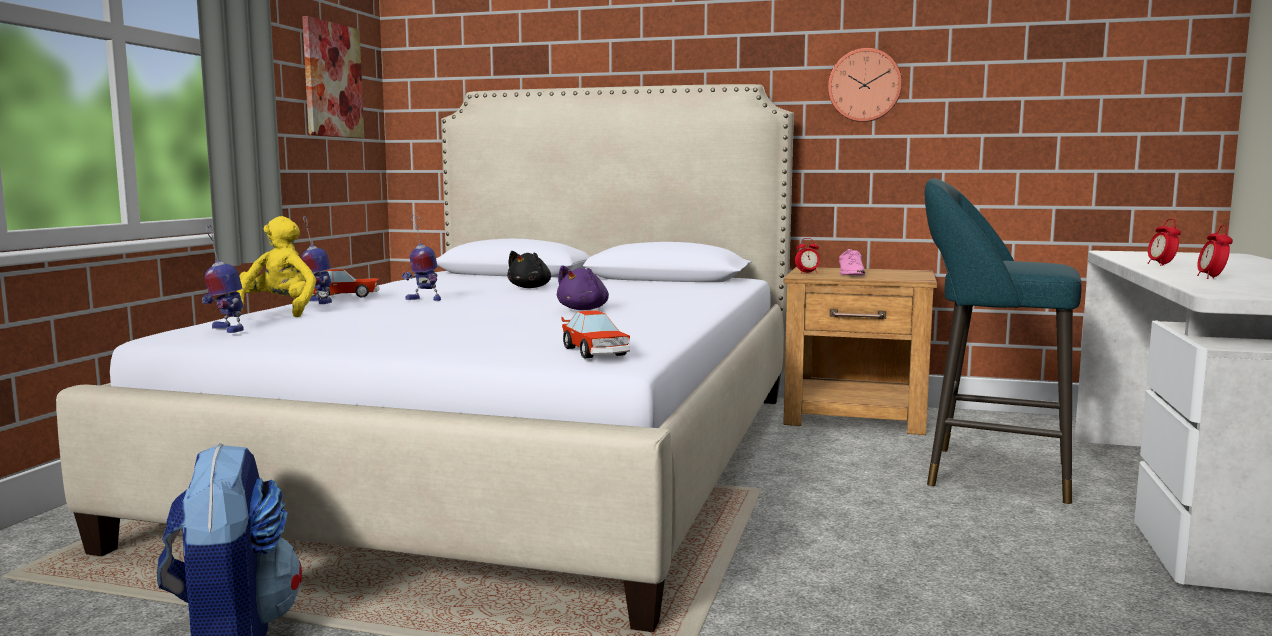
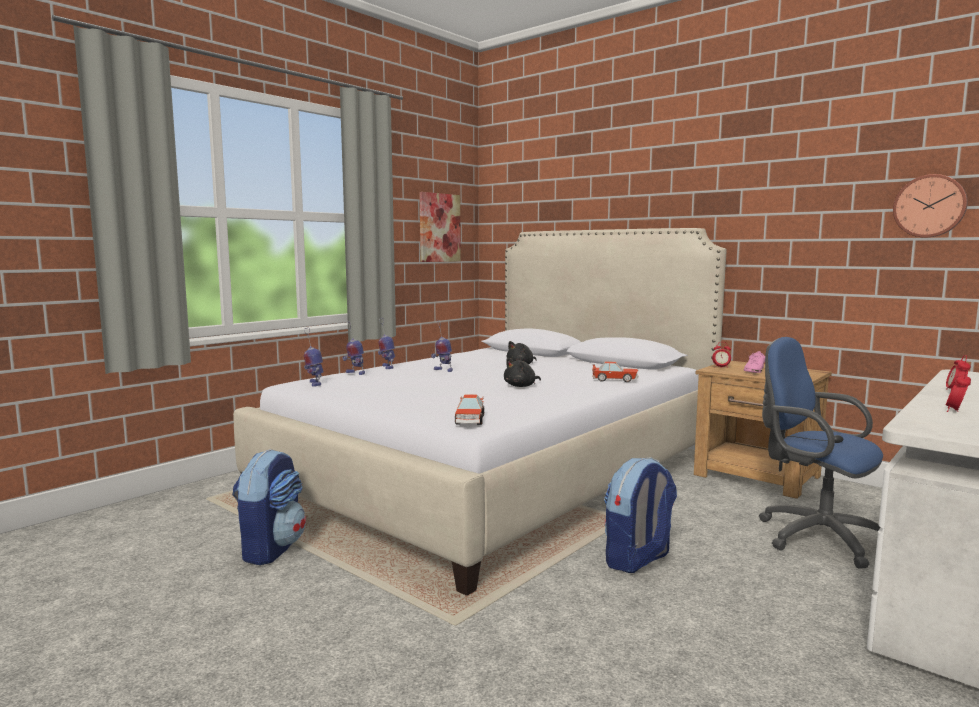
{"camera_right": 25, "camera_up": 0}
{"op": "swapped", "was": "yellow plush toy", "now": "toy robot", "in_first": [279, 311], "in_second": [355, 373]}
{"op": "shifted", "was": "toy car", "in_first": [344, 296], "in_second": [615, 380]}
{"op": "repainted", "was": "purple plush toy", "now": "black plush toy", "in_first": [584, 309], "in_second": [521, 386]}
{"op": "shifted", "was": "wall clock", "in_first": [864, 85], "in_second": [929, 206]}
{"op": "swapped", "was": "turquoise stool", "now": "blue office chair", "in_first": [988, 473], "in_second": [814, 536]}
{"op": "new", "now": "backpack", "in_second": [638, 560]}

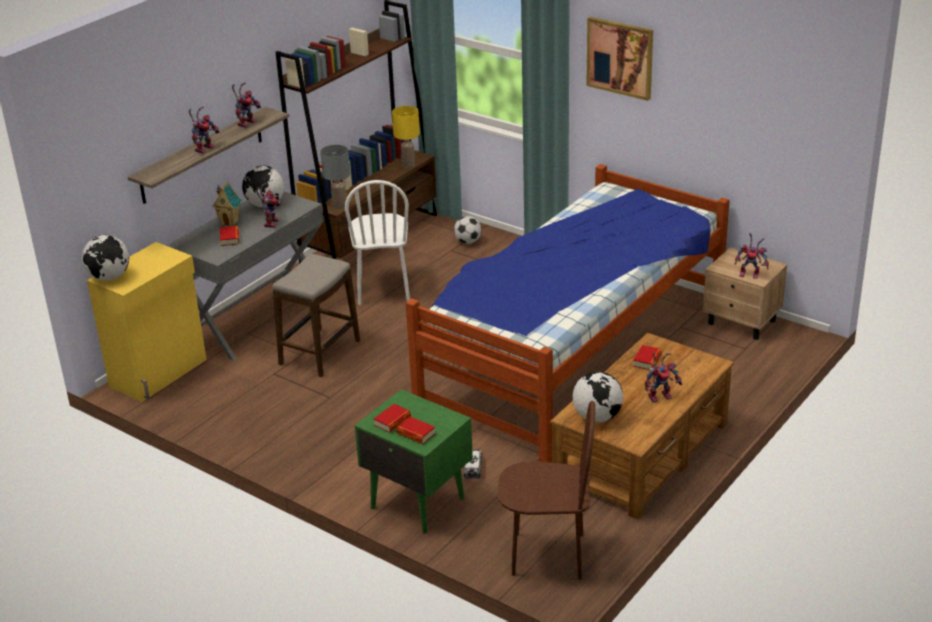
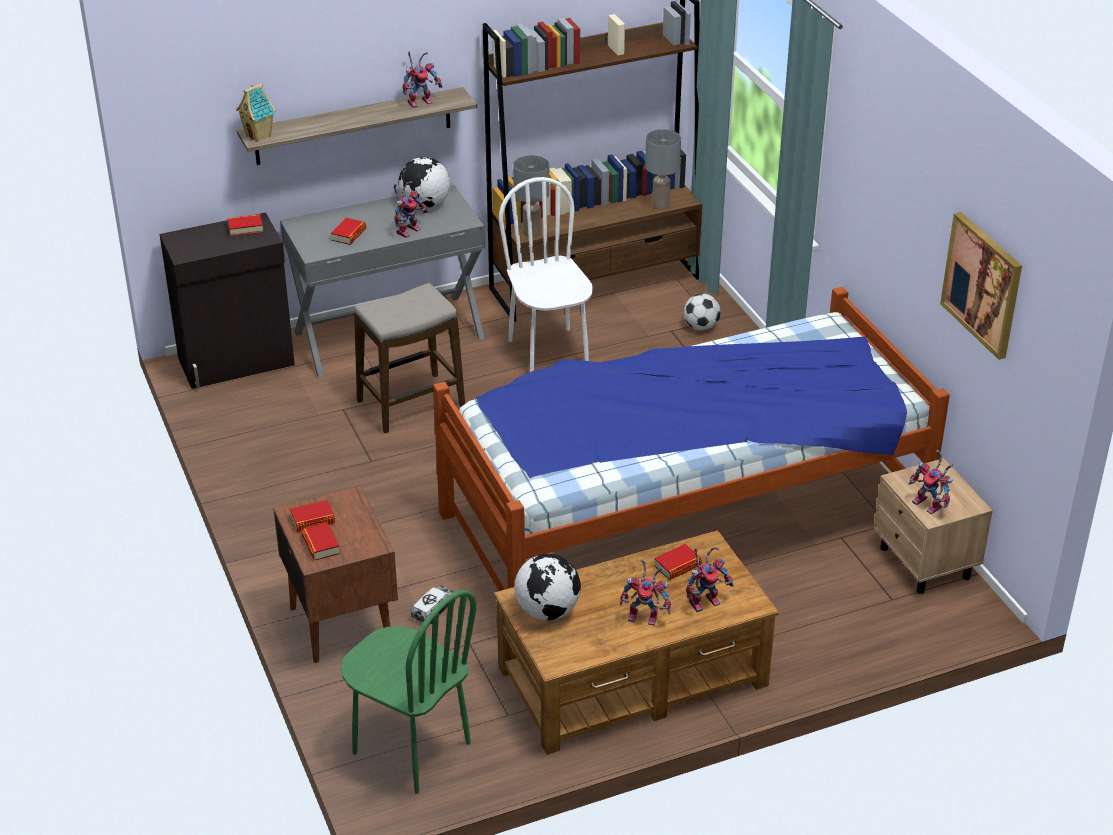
{"camera_right": 30, "camera_up": 5}
{"op": "gone", "was": "globe", "in_first": [109, 277]}
{"op": "repainted", "was": "yellow cabinet", "now": "black cabinet", "in_first": [160, 373], "in_second": [237, 362]}
{"op": "shifted", "was": "toy robot", "in_first": [204, 148], "in_second": [705, 600]}
{"op": "shifted", "was": "toy house", "in_first": [230, 222], "in_second": [259, 136]}
{"op": "rotated", "was": "white chair", "in_first": [383, 289], "in_second": [549, 352], "clockwise": 135}
{"op": "repainted", "was": "green nightstand", "now": "brown nightstand", "in_first": [417, 502], "in_second": [341, 622]}
{"op": "repainted", "was": "yellow table lamp", "now": "grey table lamp", "in_first": [408, 164], "in_second": [661, 205]}
{"op": "repainted", "was": "brown chair", "now": "green chair", "in_first": [548, 555], "in_second": [411, 748]}
{"op": "shifted", "was": "picture", "in_first": [620, 57], "in_second": [983, 284]}
{"op": "new", "now": "book", "in_second": [245, 228]}

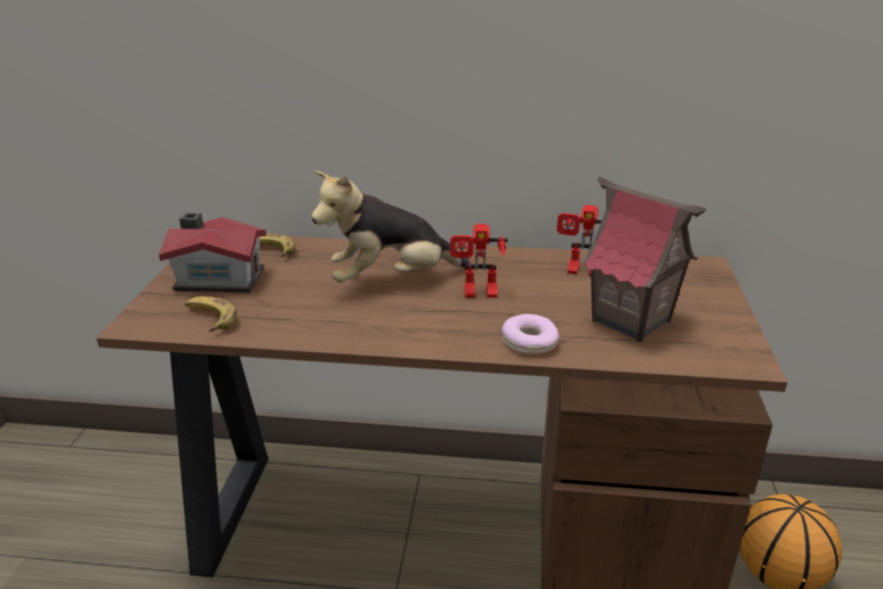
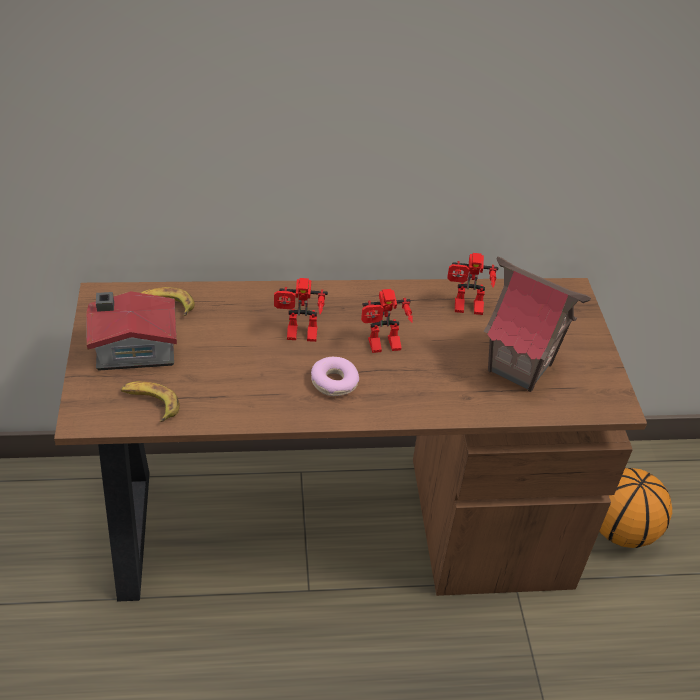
{"camera_right": -15, "camera_up": 15}
{"op": "swapped", "was": "plush toy", "now": "toy robot", "in_first": [391, 280], "in_second": [299, 336]}
{"op": "shifted", "was": "donut", "in_first": [529, 343], "in_second": [334, 382]}

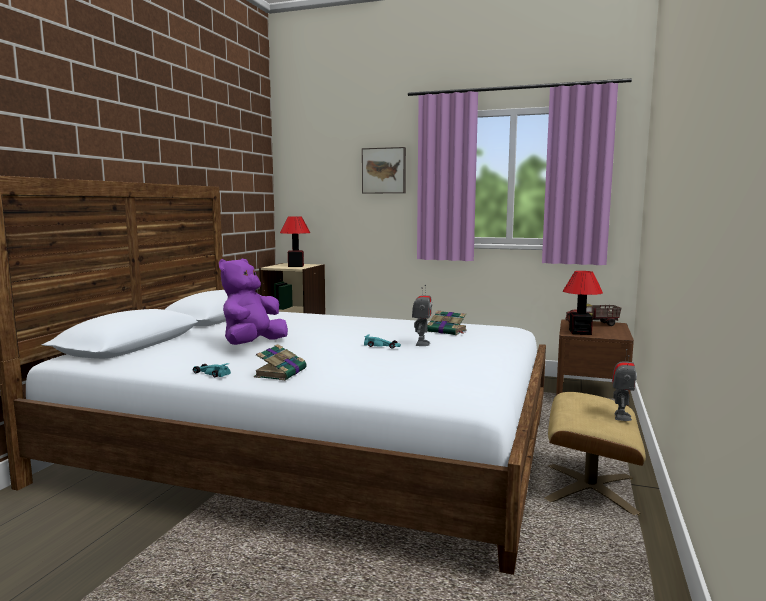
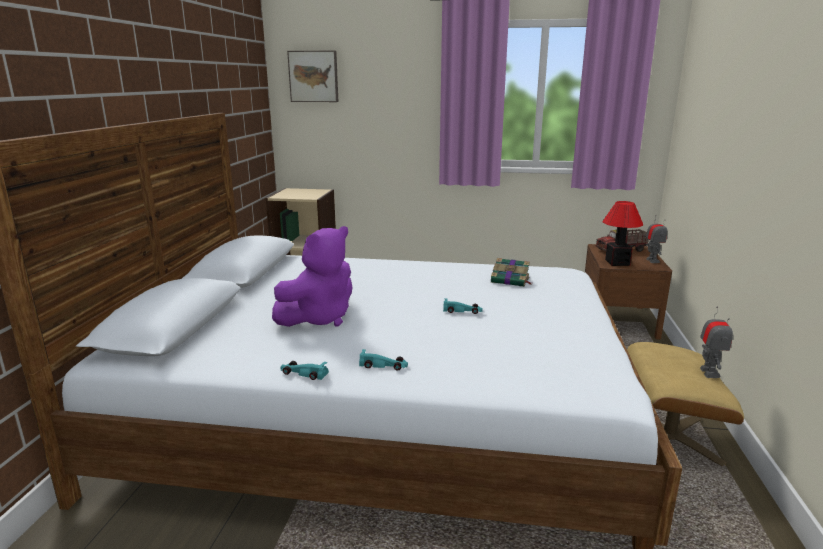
{"camera_right": -10, "camera_up": 10}
{"op": "rotated", "was": "purple plush toy", "in_first": [252, 345], "in_second": [319, 318], "clockwise": -150}
{"op": "swapped", "was": "book", "now": "turquoise toy car", "in_first": [281, 372], "in_second": [384, 365]}
{"op": "gone", "was": "table lamp", "in_first": [295, 266]}
{"op": "shifted", "was": "picture", "in_first": [384, 170], "in_second": [314, 76]}
{"op": "shifted", "was": "toy robot", "in_first": [421, 344], "in_second": [652, 261]}

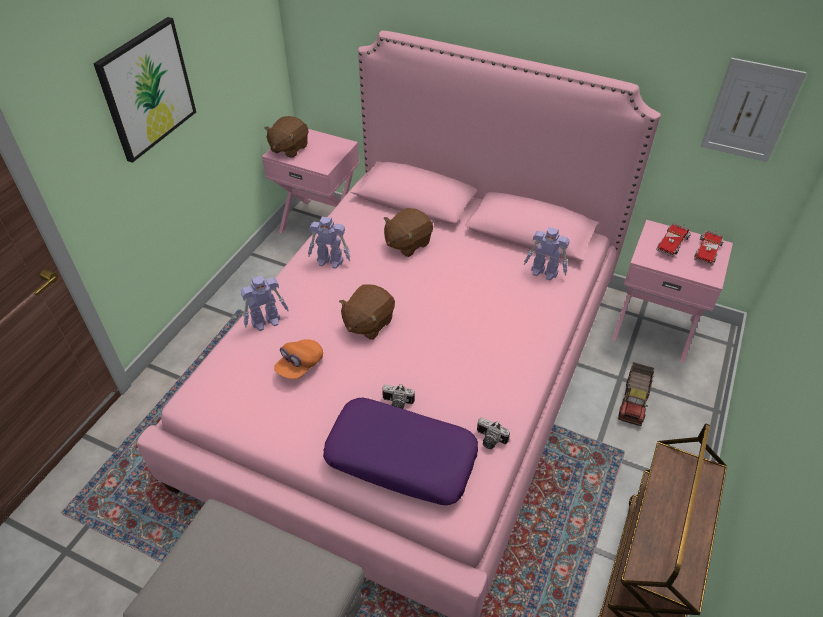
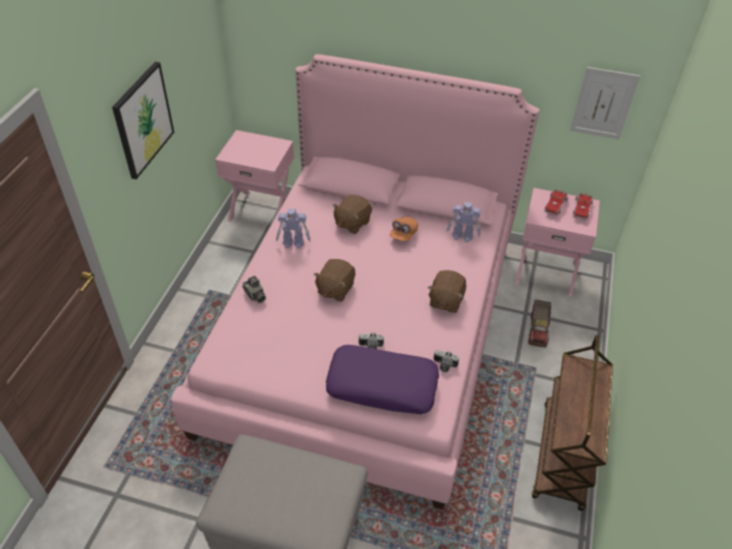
{"camera_right": -10, "camera_up": 0}
{"op": "swapped", "was": "toy robot", "now": "photo camera", "in_first": [267, 321], "in_second": [255, 295]}
{"op": "shifted", "was": "brown plush toy", "in_first": [289, 148], "in_second": [445, 300]}
{"op": "shifted", "was": "orange cap", "in_first": [300, 365], "in_second": [403, 234]}

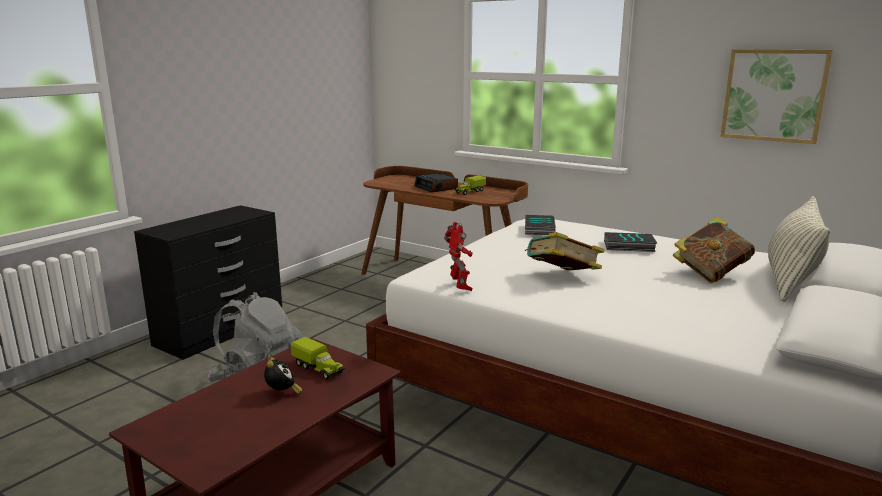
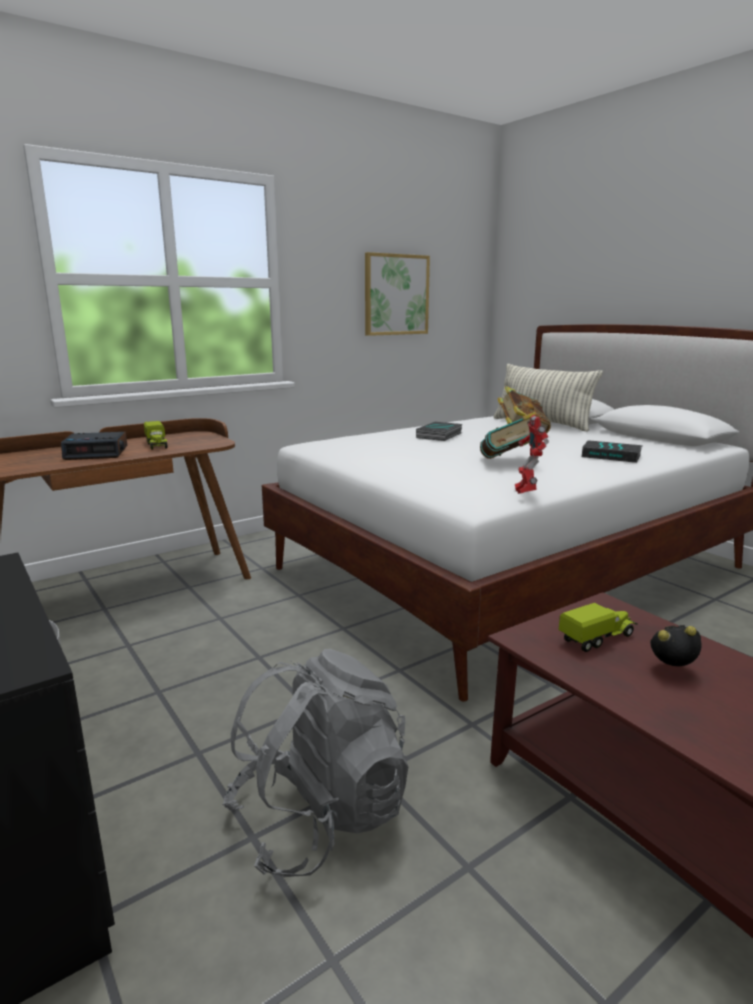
{"camera_right": -70, "camera_up": 0}
{"op": "rotated", "was": "toy robot", "in_first": [460, 287], "in_second": [525, 493], "clockwise": -90}
{"op": "shifted", "was": "book", "in_first": [540, 229], "in_second": [612, 456]}

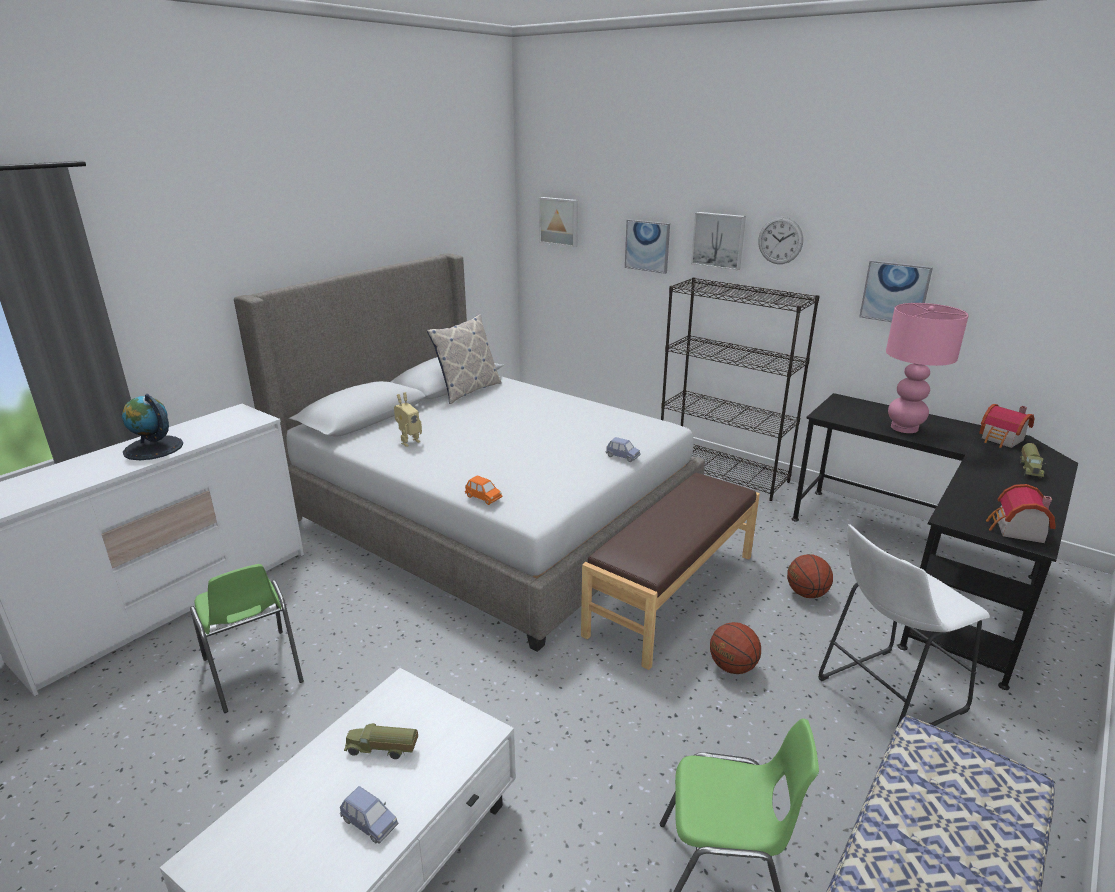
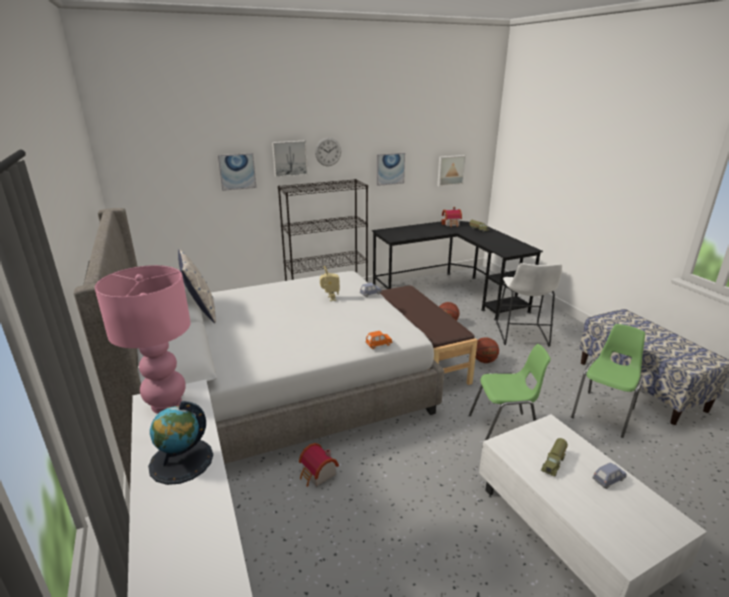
{"camera_right": -60, "camera_up": 0}
{"op": "shifted", "was": "green chair", "in_first": [253, 671], "in_second": [504, 430]}
{"op": "shifted", "was": "toy robot", "in_first": [408, 442], "in_second": [330, 298]}
{"op": "shifted", "was": "picture", "in_first": [559, 221], "in_second": [450, 170]}
{"op": "shifted", "was": "pink table lamp", "in_first": [905, 428], "in_second": [167, 404]}
{"op": "shifted", "was": "toy house", "in_first": [1016, 530], "in_second": [318, 475]}

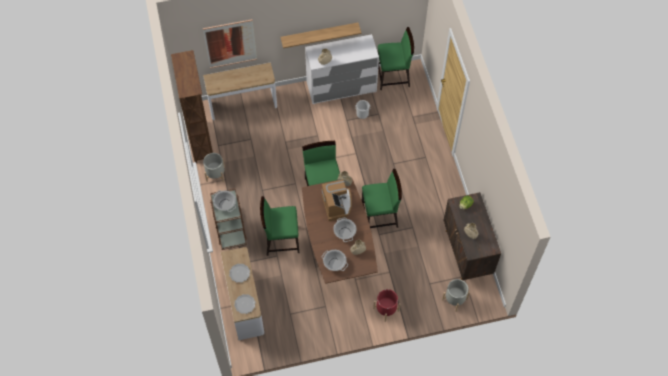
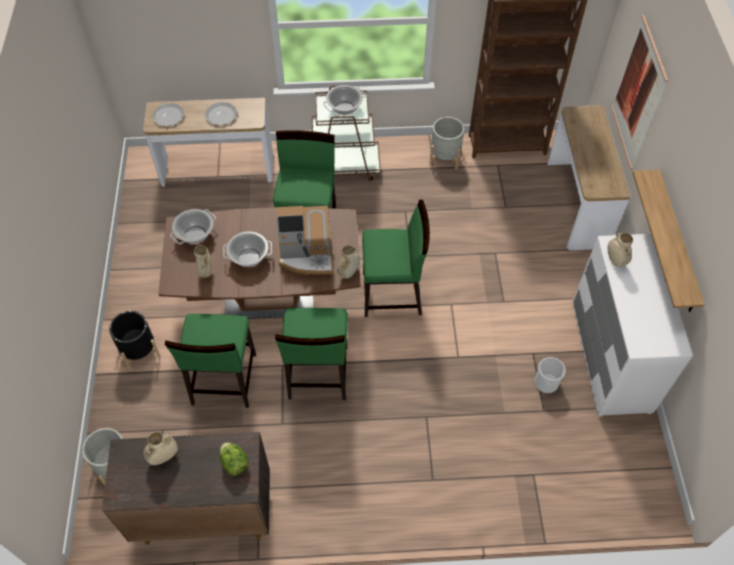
{"camera_right": 100, "camera_up": -5}
{"op": "repainted", "was": "red planter", "now": "black planter", "in_first": [386, 309], "in_second": [139, 351]}
{"op": "shifted", "was": "green chair", "in_first": [393, 77], "in_second": [223, 380]}

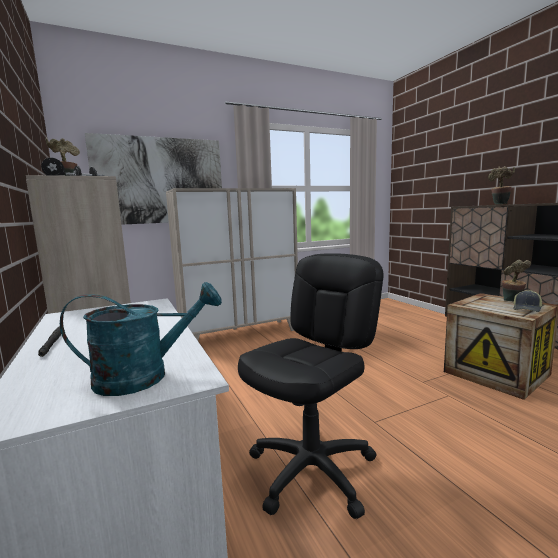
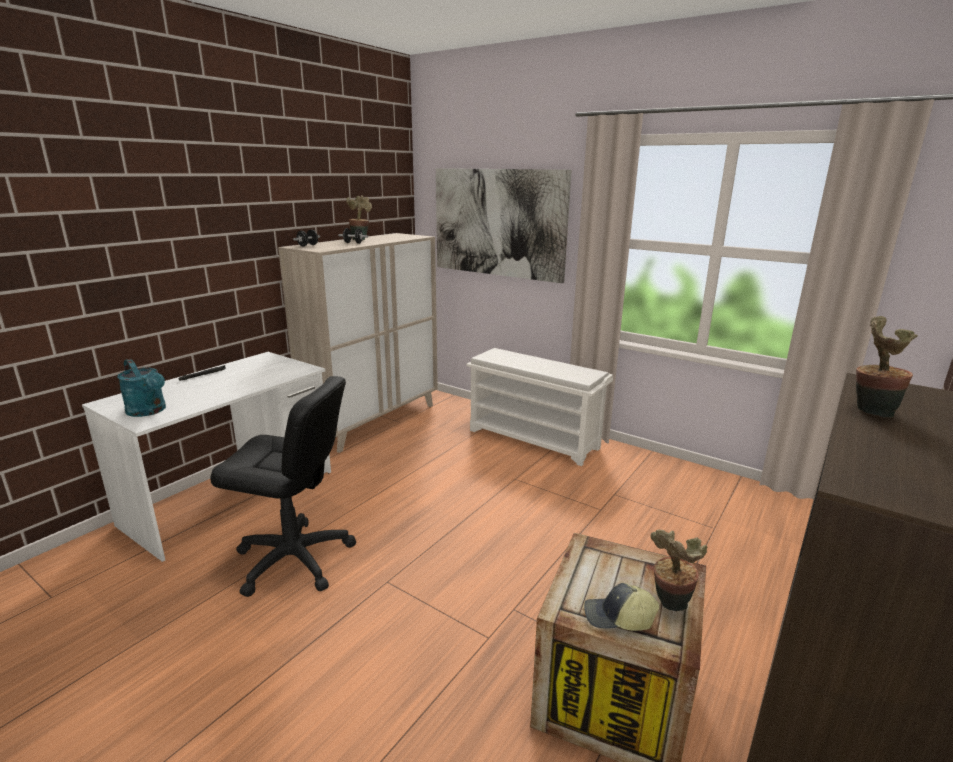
{"camera_right": 60, "camera_up": 10}
{"op": "swapped", "was": "beige cabinet", "now": "white shoe rack", "in_first": [240, 334], "in_second": [535, 439]}

